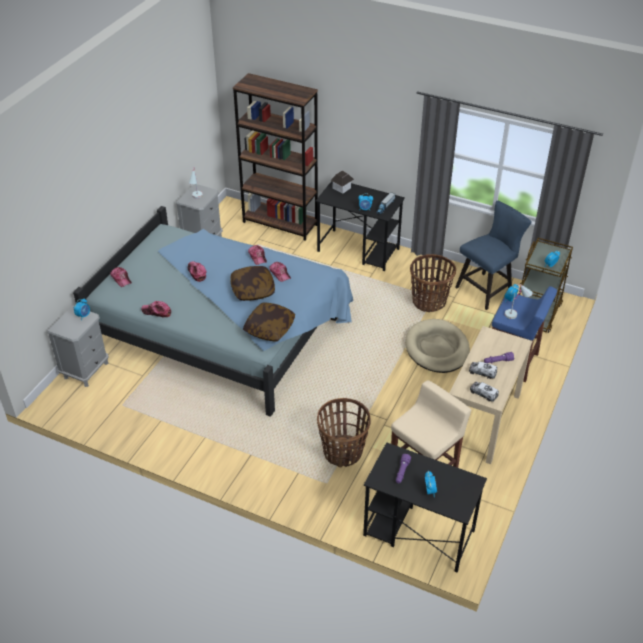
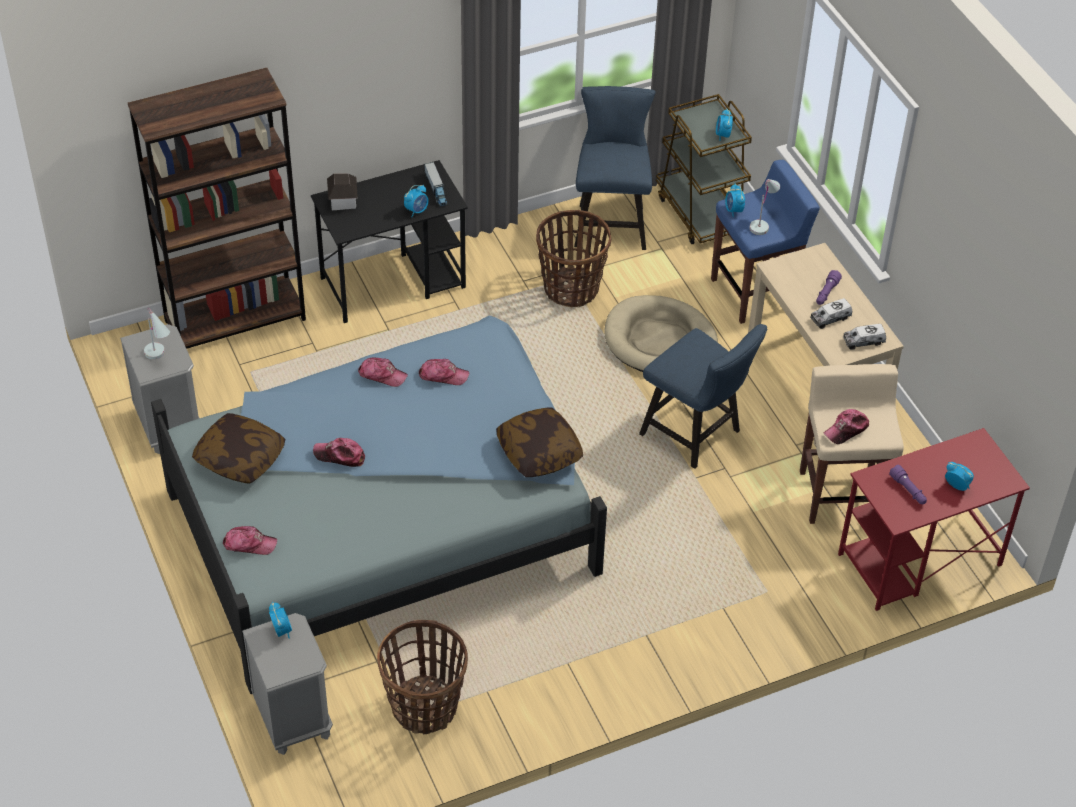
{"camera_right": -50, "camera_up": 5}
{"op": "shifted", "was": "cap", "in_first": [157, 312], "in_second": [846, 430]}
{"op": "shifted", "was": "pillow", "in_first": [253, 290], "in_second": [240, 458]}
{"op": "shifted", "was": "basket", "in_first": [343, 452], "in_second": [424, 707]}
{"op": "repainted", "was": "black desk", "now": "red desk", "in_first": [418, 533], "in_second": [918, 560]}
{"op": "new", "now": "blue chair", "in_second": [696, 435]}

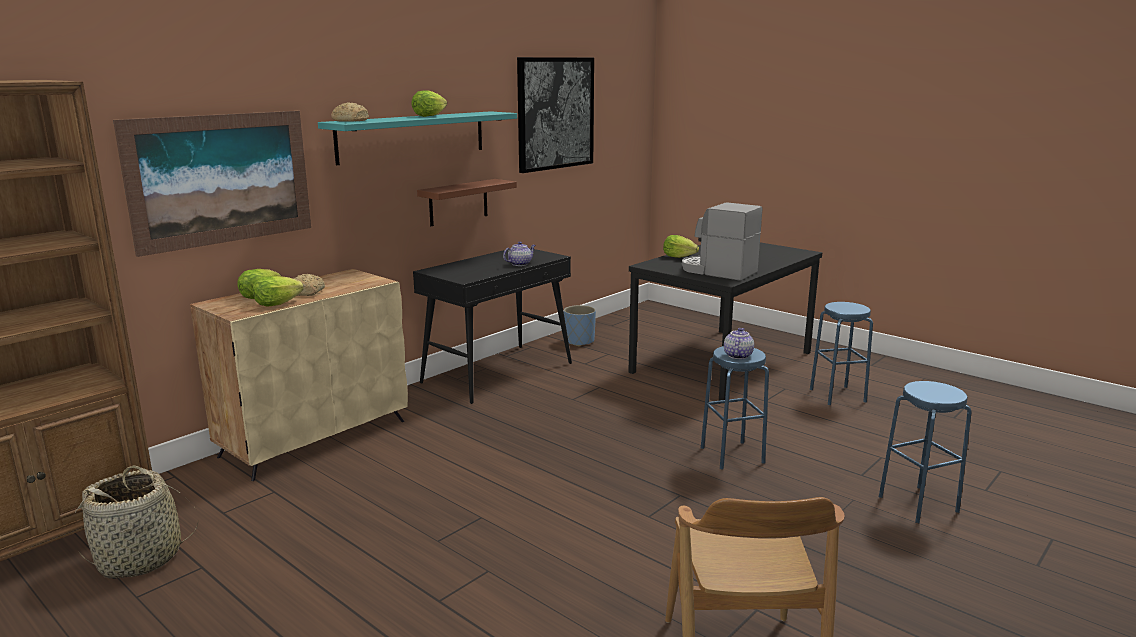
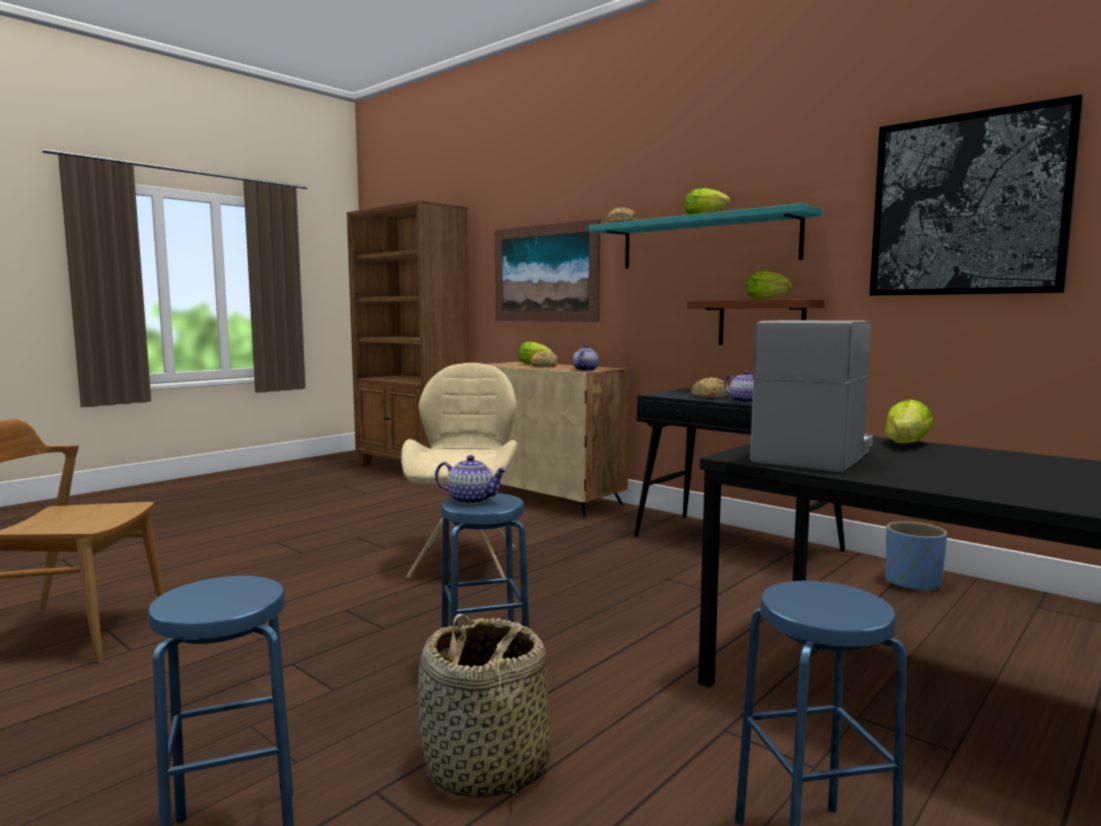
{"camera_right": 90, "camera_up": -10}
{"op": "shifted", "was": "basket", "in_first": [140, 558], "in_second": [486, 767]}
{"op": "shifted", "was": "lettuce", "in_first": [277, 304], "in_second": [766, 299]}
{"op": "new", "now": "beige chair", "in_second": [465, 561]}
{"op": "new", "now": "teapot", "in_second": [585, 370]}
{"op": "new", "now": "bread", "in_second": [709, 396]}

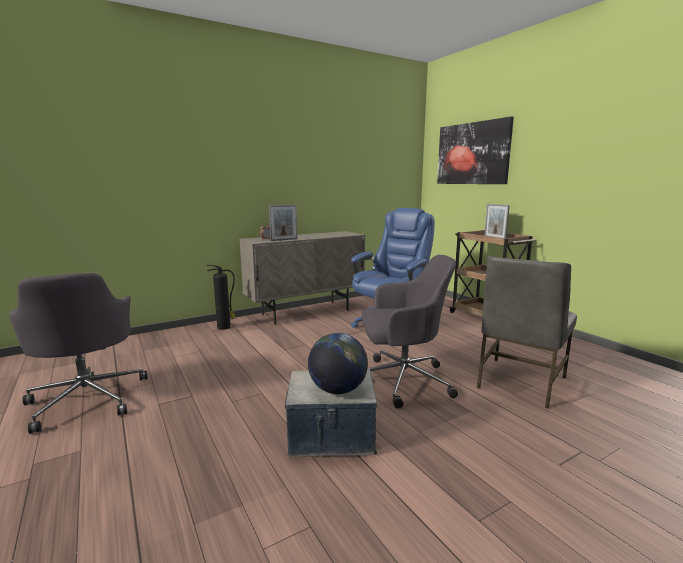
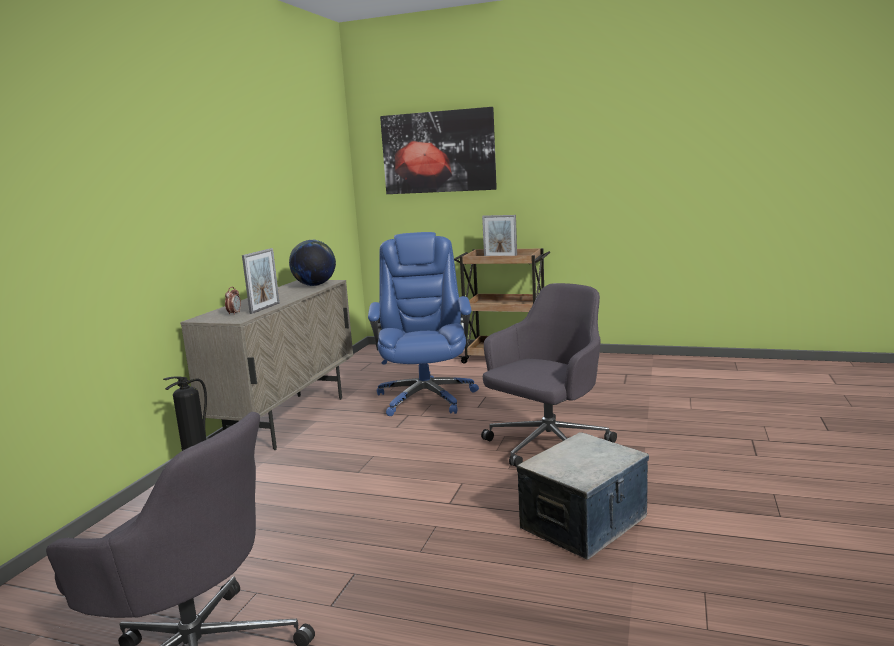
{"camera_right": -40, "camera_up": 0}
{"op": "shifted", "was": "globe", "in_first": [338, 390], "in_second": [315, 285]}
{"op": "gone", "was": "grey chair", "in_first": [519, 382]}

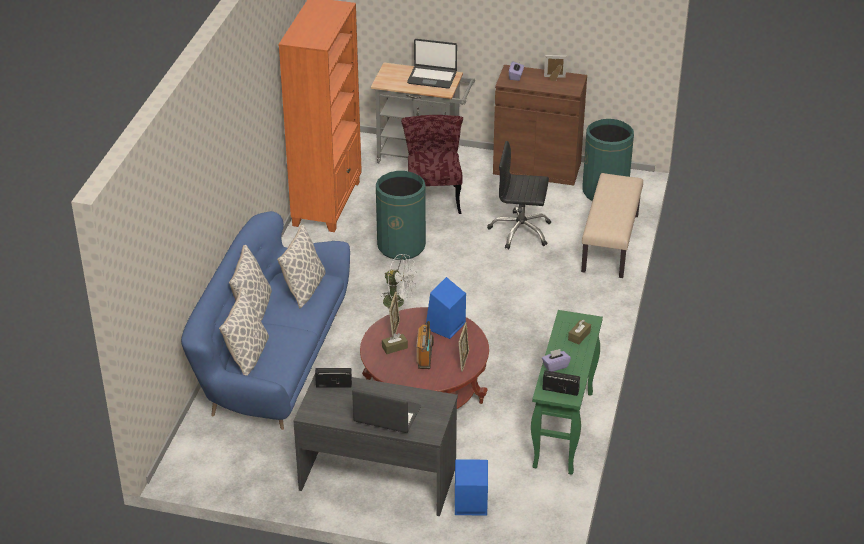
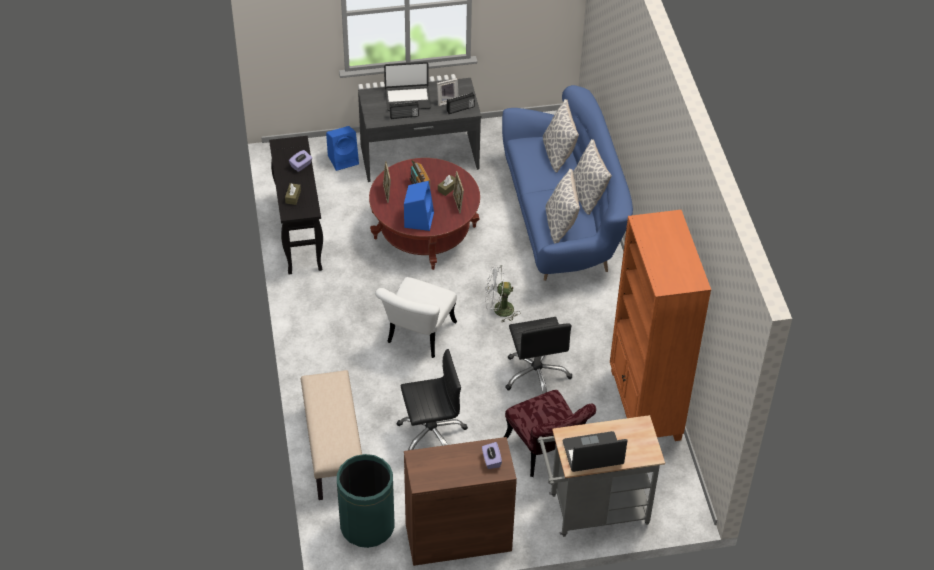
{"camera_right": 155, "camera_up": 10}
{"op": "swapped", "was": "green trash can", "now": "black office chair", "in_first": [401, 246], "in_second": [536, 375]}
{"op": "repainted", "was": "green console table", "now": "black console table", "in_first": [563, 430], "in_second": [299, 235]}
{"op": "shifted", "was": "radio", "in_first": [560, 390], "in_second": [404, 116]}
{"op": "shifted", "was": "picture frame", "in_first": [554, 79], "in_second": [447, 100]}
{"op": "new", "now": "white chair", "in_second": [418, 337]}

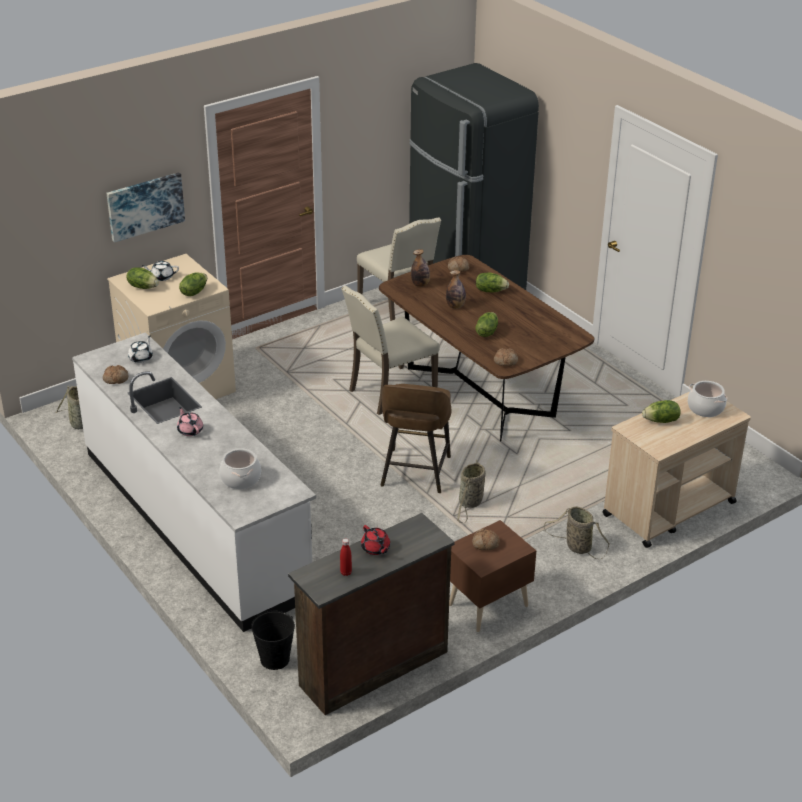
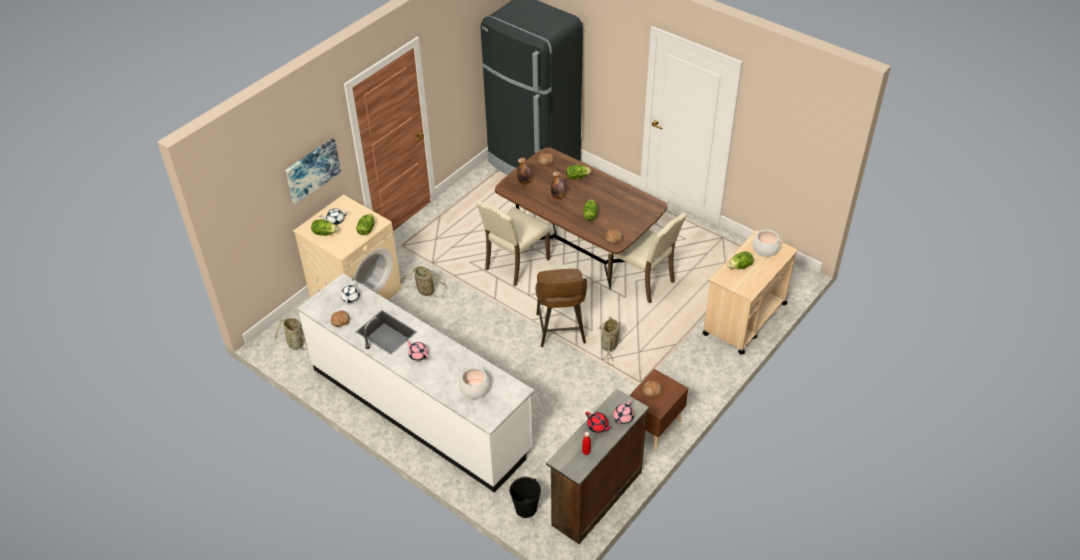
{"camera_right": -15, "camera_up": 10}
{"op": "shifted", "was": "beige chair", "in_first": [398, 310], "in_second": [643, 281]}
{"op": "shifted", "was": "basket", "in_first": [576, 546], "in_second": [424, 291]}
{"op": "new", "now": "pink teapot", "in_second": [622, 418]}

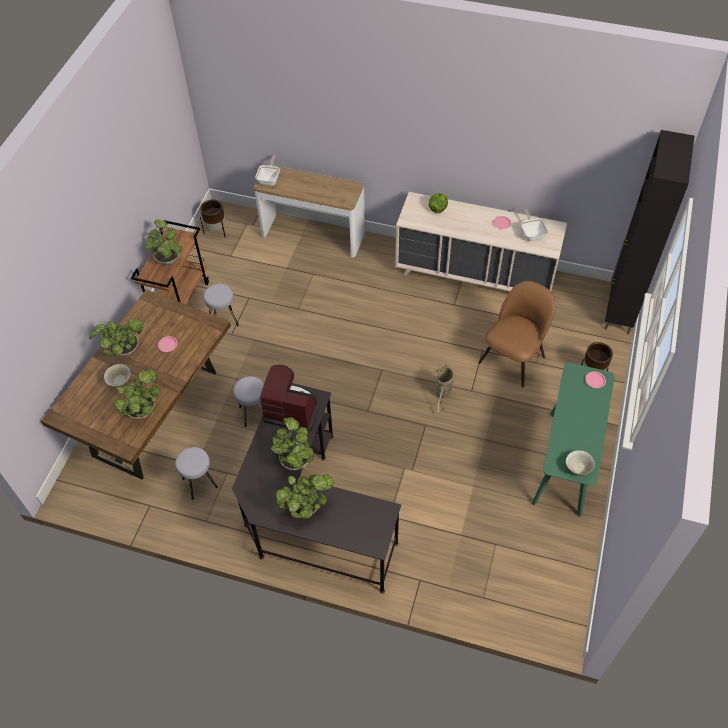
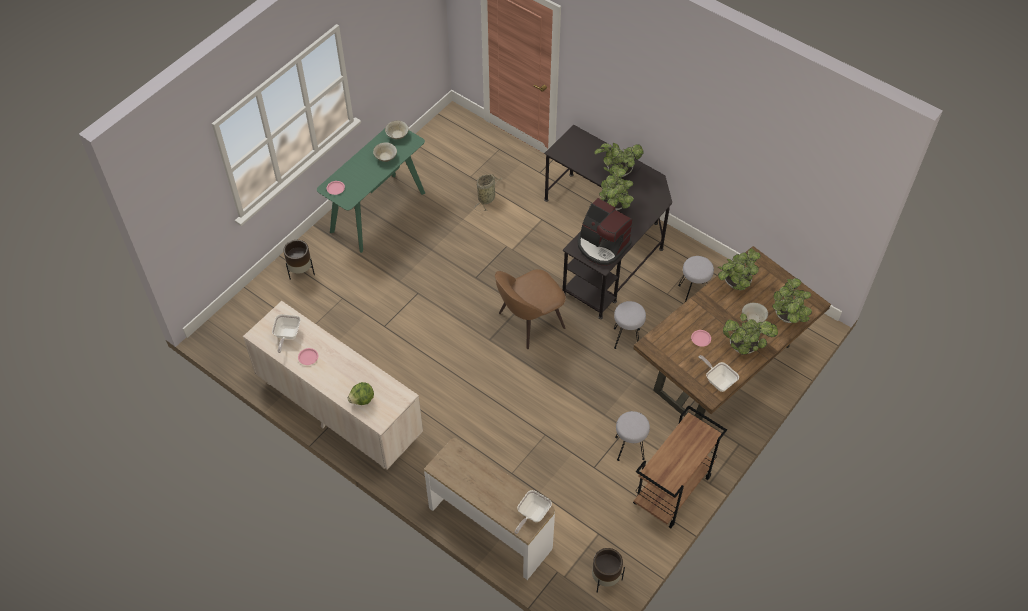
{"camera_right": -160, "camera_up": 0}
{"op": "shifted", "was": "potted plant", "in_first": [167, 258], "in_second": [787, 318]}
{"op": "shifted", "was": "basket", "in_first": [442, 393], "in_second": [487, 198]}
{"op": "shifted", "was": "brown chair", "in_first": [513, 358], "in_second": [529, 321]}
{"op": "gone", "was": "black cabinet", "in_first": [619, 311]}
{"op": "new", "now": "beige bowl", "in_second": [385, 157]}
{"op": "new", "now": "frying pan", "in_second": [718, 380]}

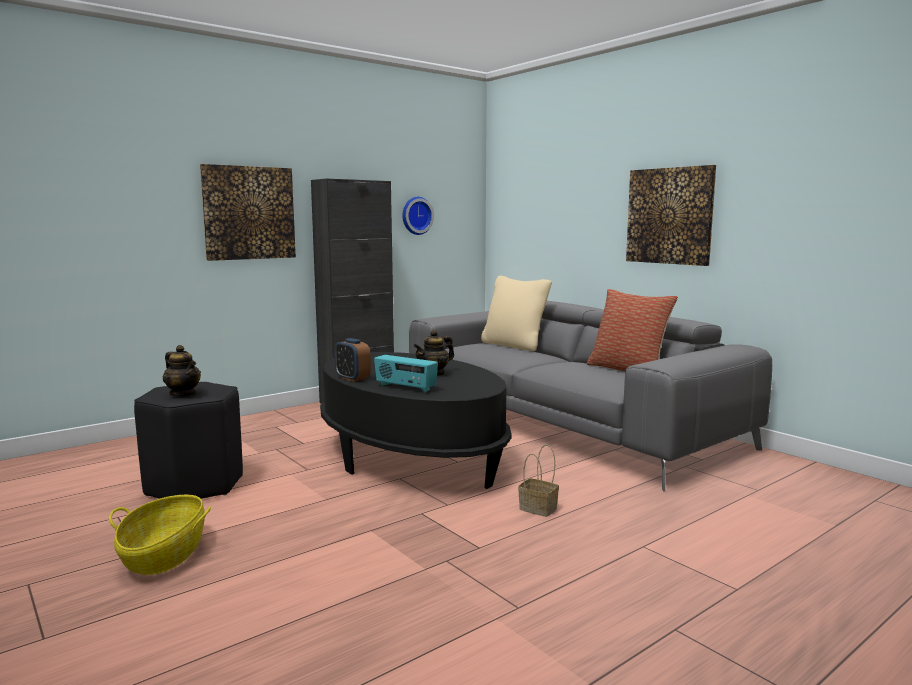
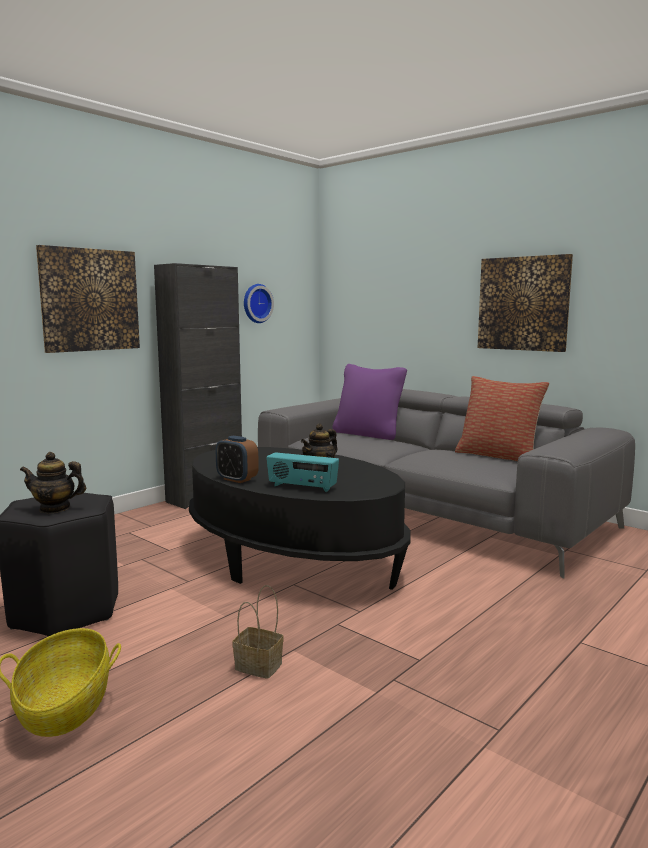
{"camera_right": -10, "camera_up": 0}
{"op": "rotated", "was": "teapot", "in_first": [183, 394], "in_second": [55, 508], "clockwise": 150}
{"op": "repainted", "was": "beige pillow", "now": "purple pillow", "in_first": [514, 345], "in_second": [368, 434]}
{"op": "shifted", "was": "basket", "in_first": [539, 509], "in_second": [260, 666]}

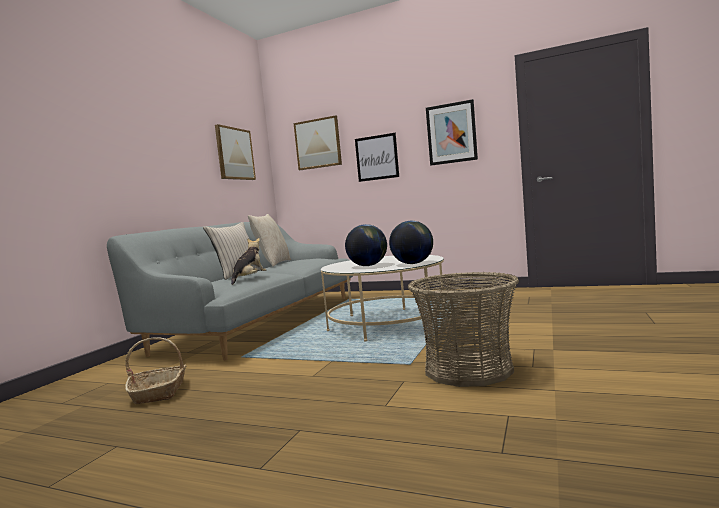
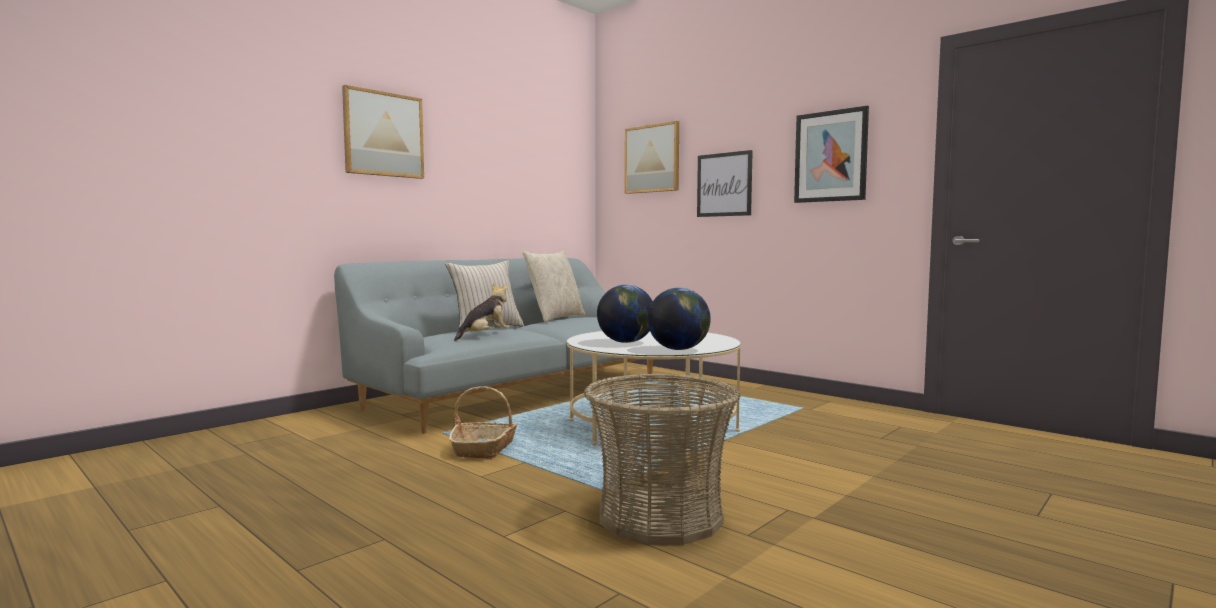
{"camera_right": 20, "camera_up": 0}
{"op": "shifted", "was": "basket", "in_first": [159, 392], "in_second": [484, 448]}
{"op": "shifted", "was": "picture", "in_first": [234, 154], "in_second": [383, 134]}

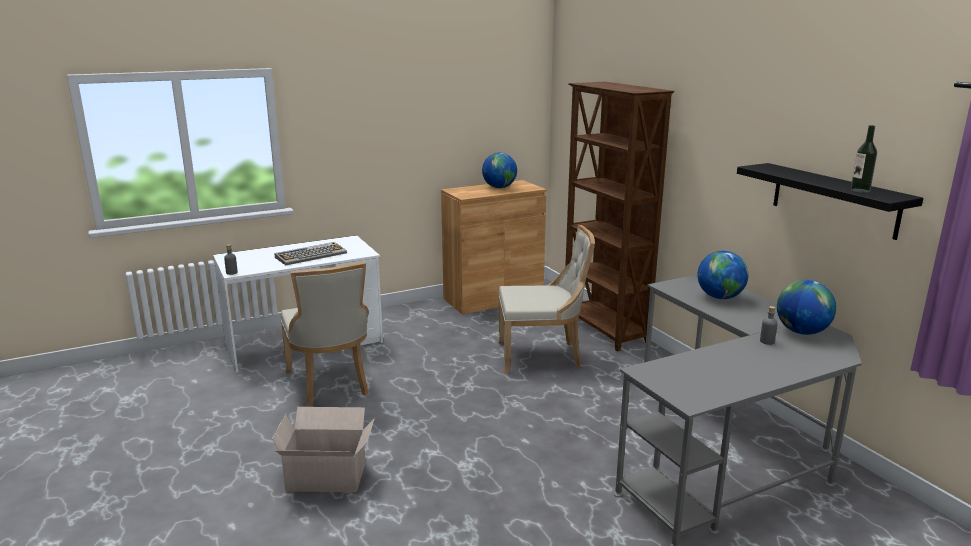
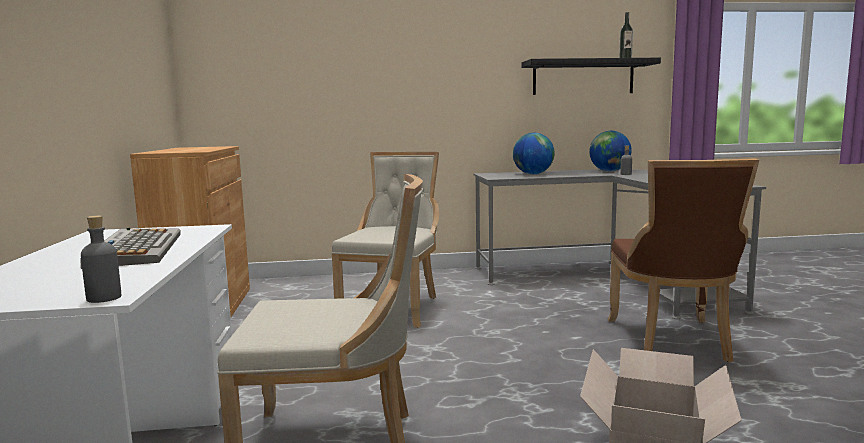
{"camera_right": -70, "camera_up": -10}
{"op": "gone", "was": "globe", "in_first": [499, 187]}
{"op": "gone", "was": "brown bookcase", "in_first": [604, 329]}
{"op": "new", "now": "brown chair", "in_second": [671, 341]}

